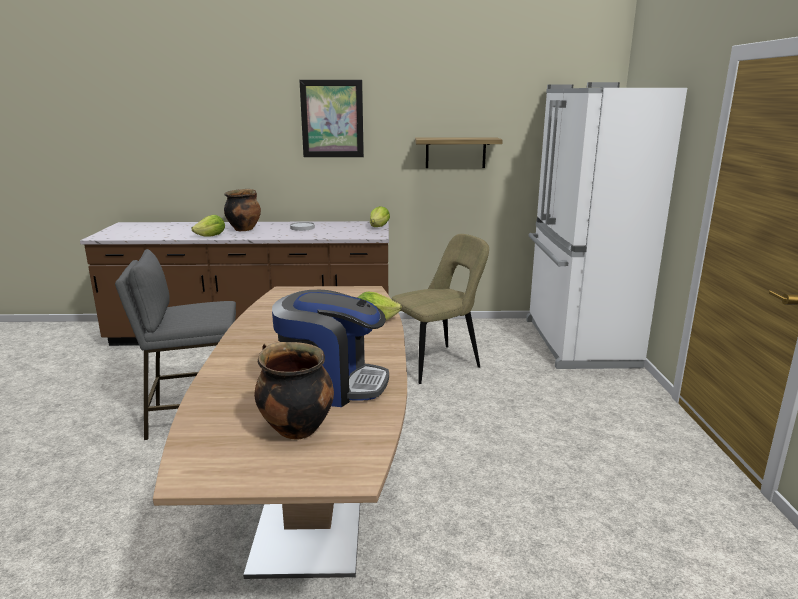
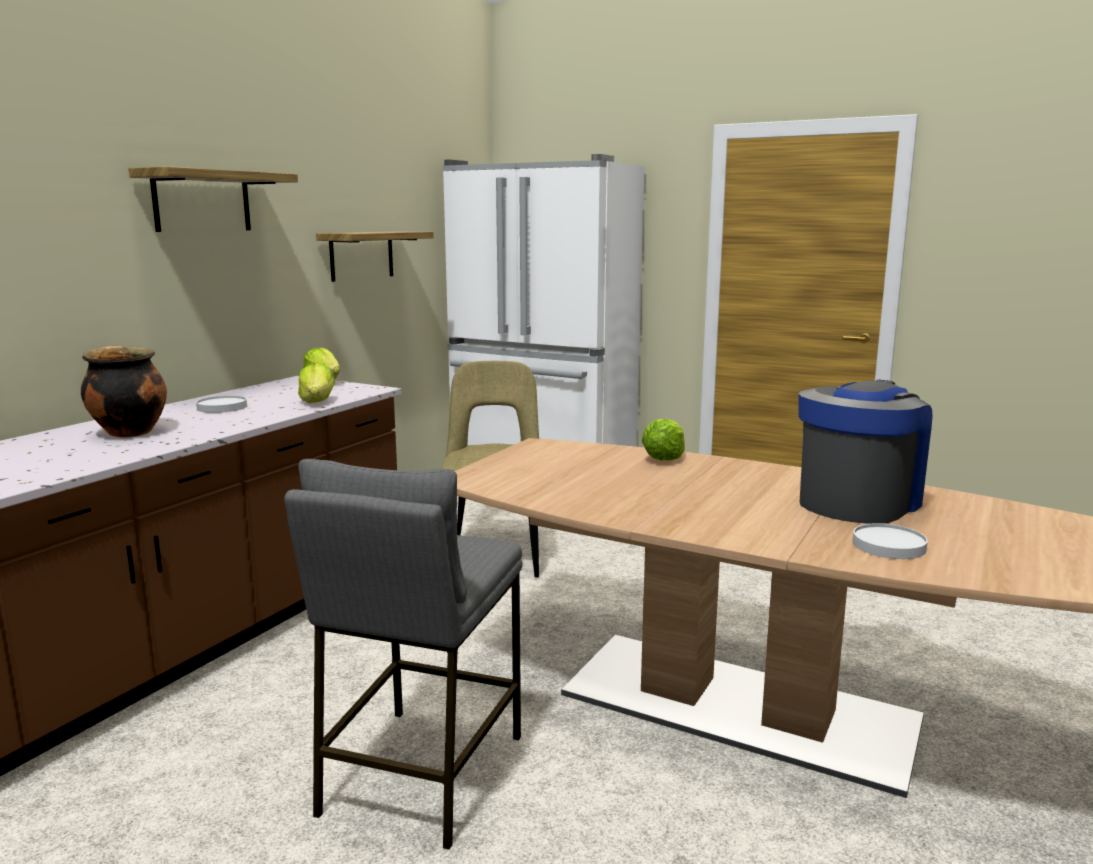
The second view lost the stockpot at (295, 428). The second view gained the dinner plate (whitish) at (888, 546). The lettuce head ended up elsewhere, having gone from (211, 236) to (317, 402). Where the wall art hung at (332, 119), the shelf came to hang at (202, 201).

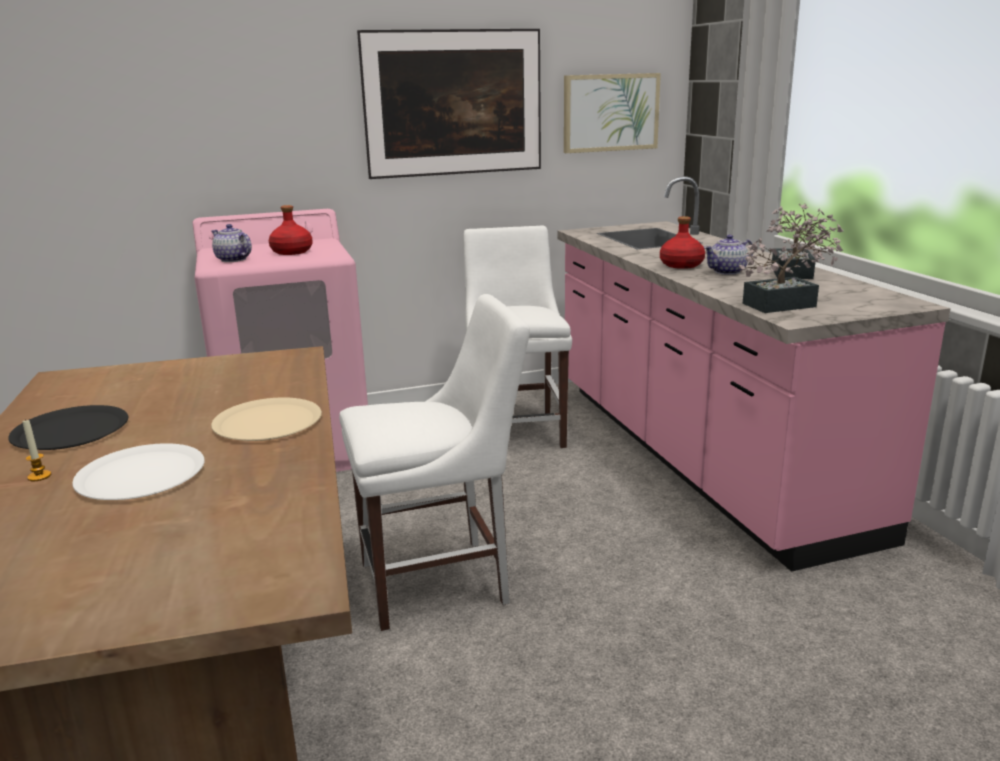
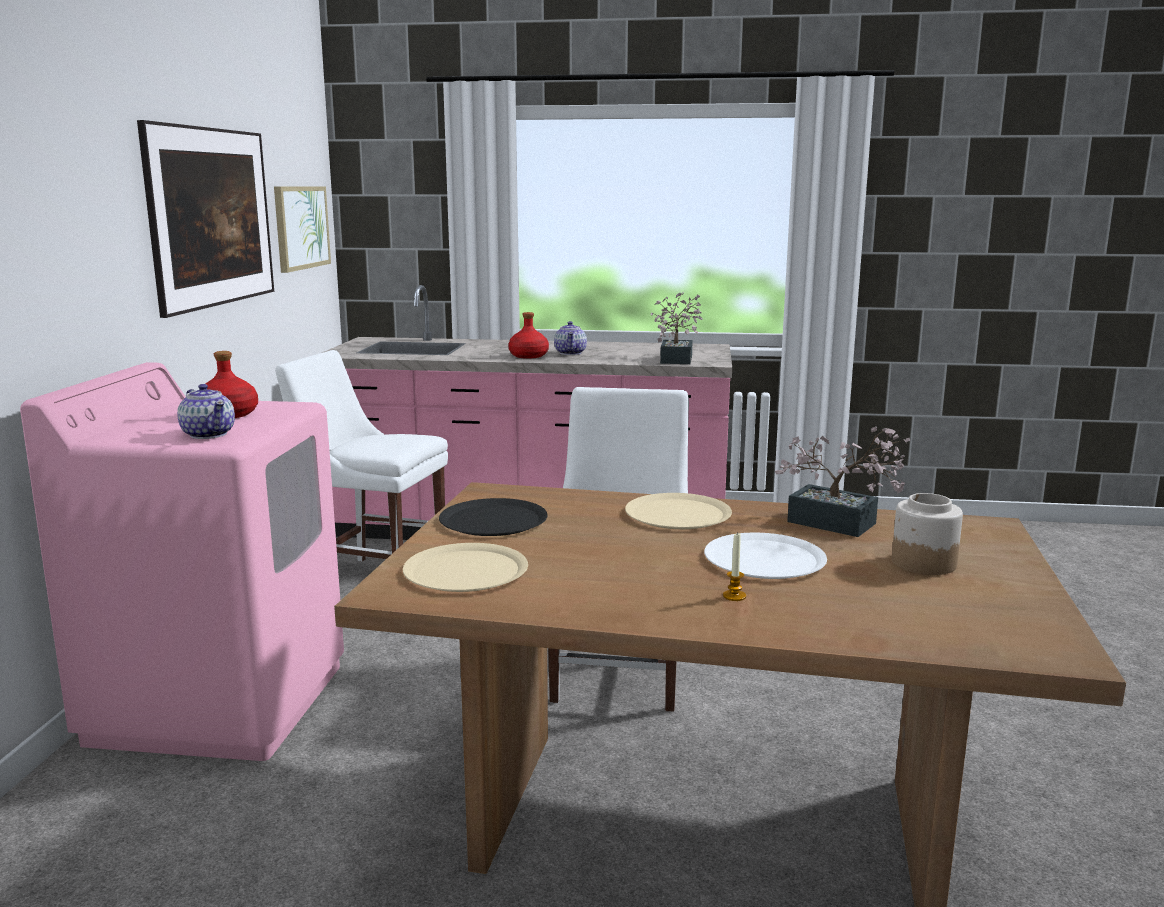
The second view gained the dinner plate (sand-coloured) at (466, 570). The second view gained the jar at (923, 563). The dinner plate (black-coloured) ended up elsewhere, having gone from (70, 430) to (493, 520). The houseplant ended up elsewhere, having gone from (791, 274) to (841, 525). The pot for tea at (233, 259) ended up facing another way, 105 degrees counterclockwise from before.

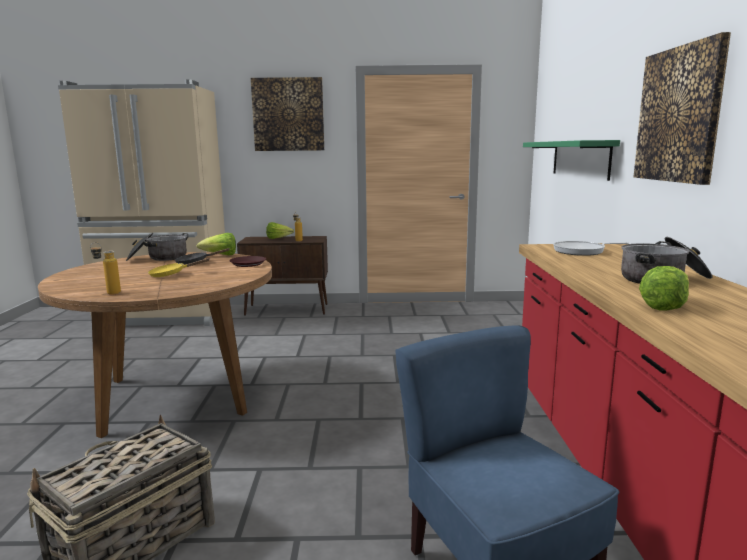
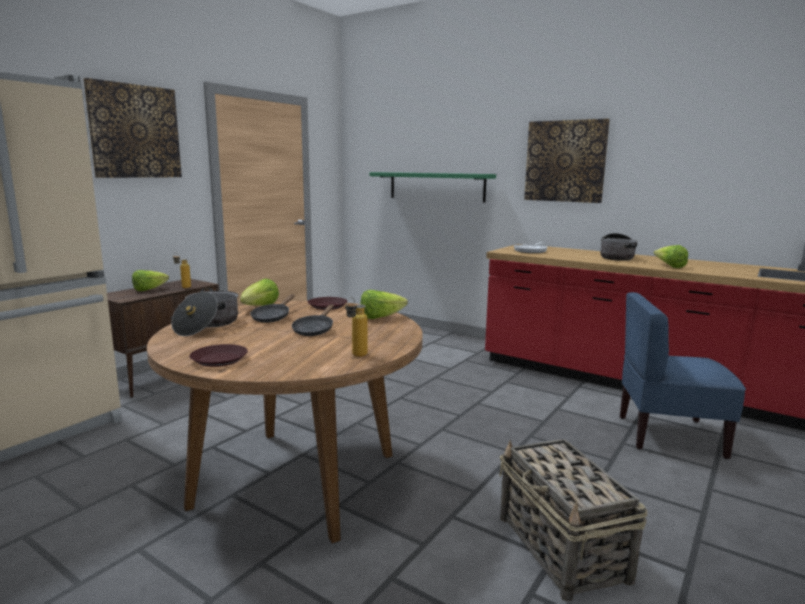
The second view gained the dinner plate (brownish) at (218, 360). The second view gained the lettuce head at (380, 317). What was the frying pan (yellow-coloured) at (171, 274) turned into the frying pan (black-coloured) at (314, 330).

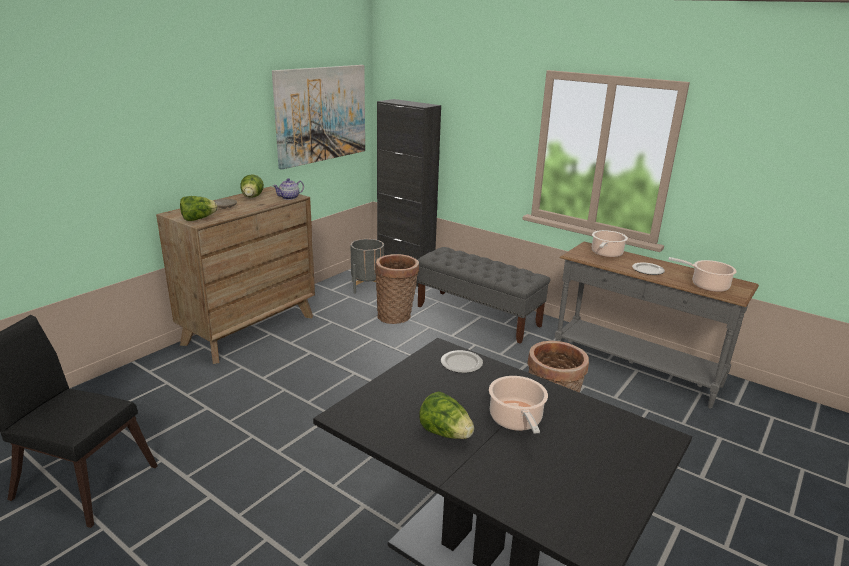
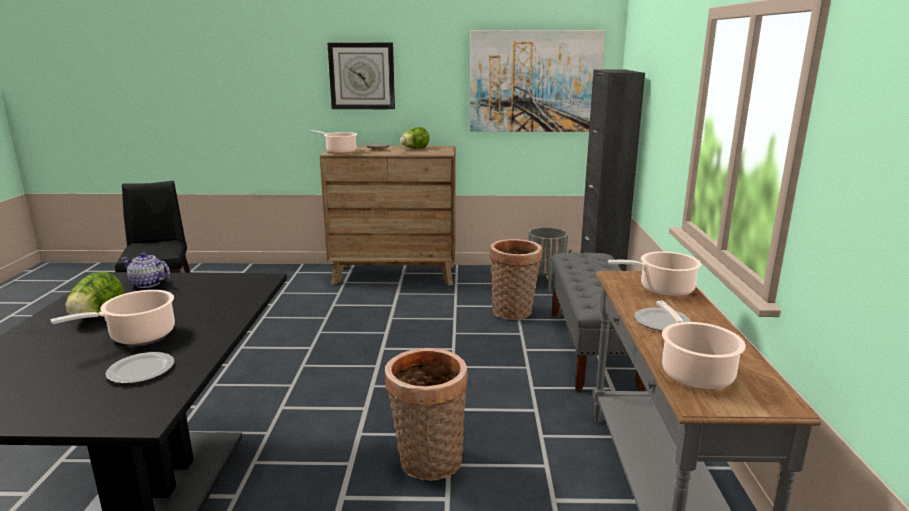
The second view gained the wall clock at (362, 76). The pot for tea ended up elsewhere, having gone from (289, 197) to (148, 284). The dinner plate ended up elsewhere, having gone from (461, 364) to (140, 371). Where the lettuce head stood at (198, 219), the stockpot came to stand at (339, 151).

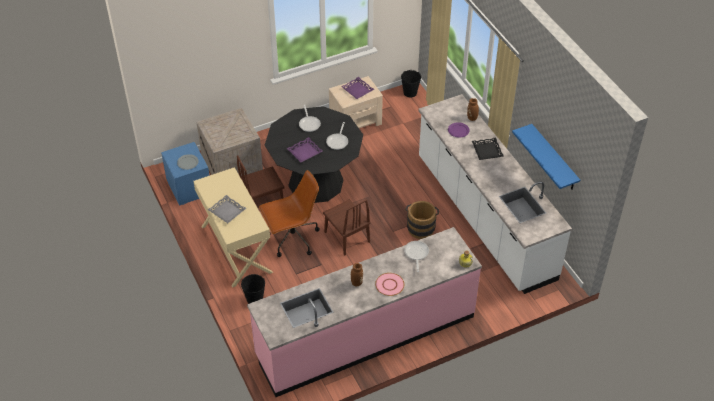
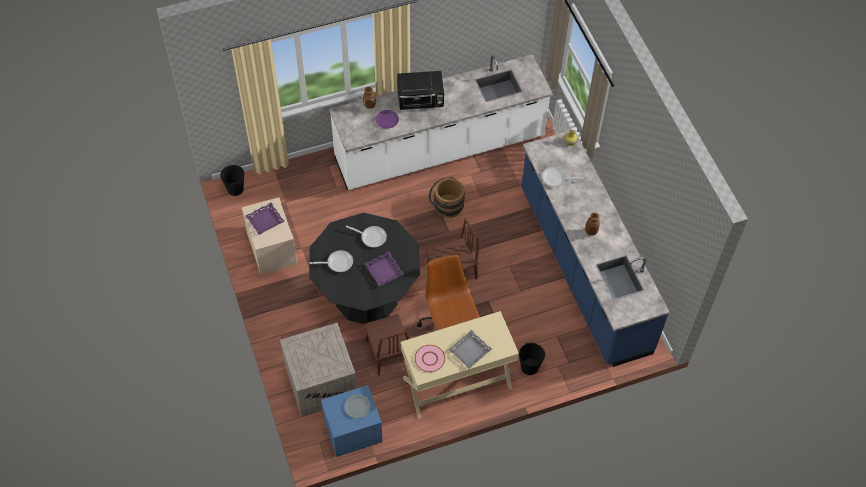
The second view lost the shelf (bluish) at (554, 158). The dinner plate (pinkish) ended up elsewhere, having gone from (389, 285) to (430, 359). Where the carrying tray (black-coloured) stood at (487, 151), the microwave oven (black-coloured) came to stand at (421, 100). What was the kitchen base unit (pinkish) at (365, 336) turned into the kitchen base unit (bluish) at (583, 270).

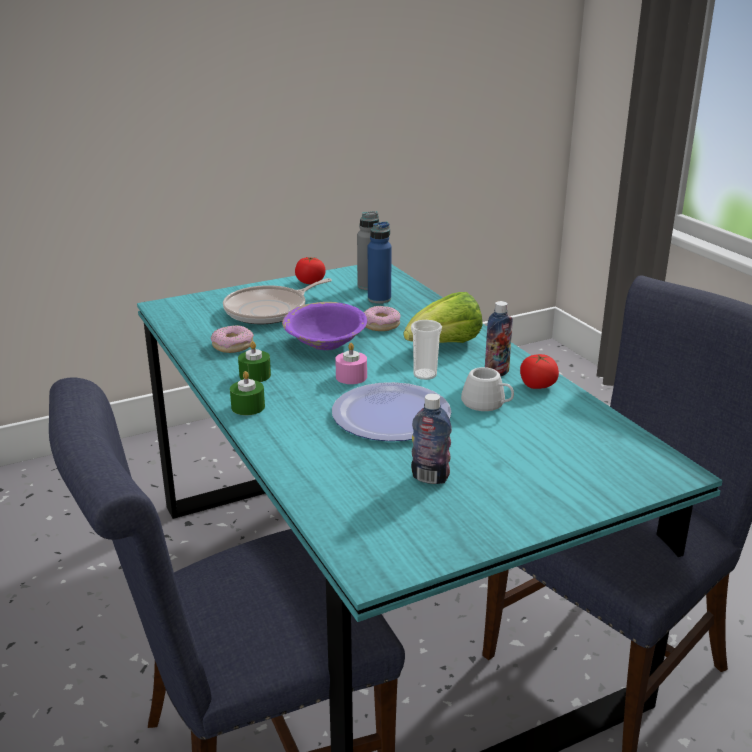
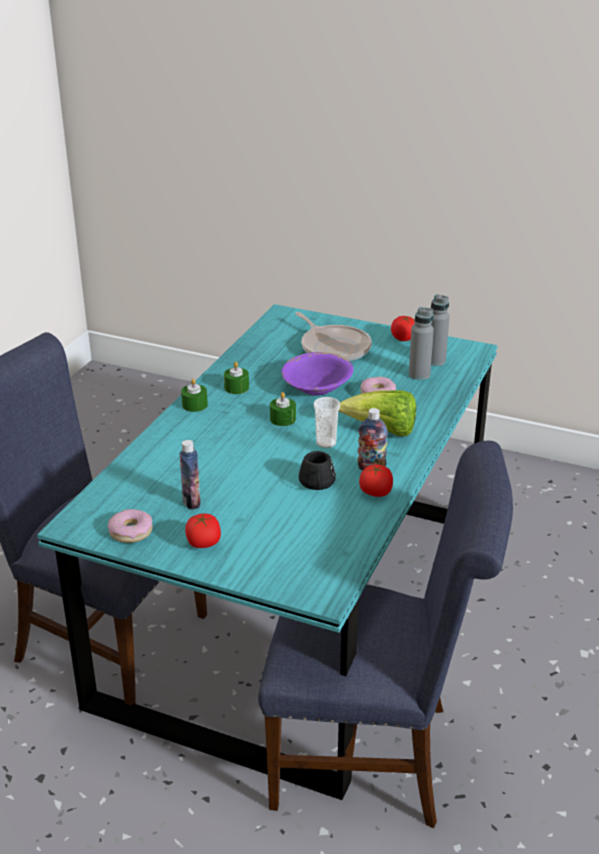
The second view lost the dinner plate at (391, 414). The second view gained the whole tomato at (203, 543). The ring doughnut ended up elsewhere, having gone from (232, 345) to (131, 532). What was the wax candle (pinkish) at (351, 377) turned into the wax candle (greenish) at (283, 419). What was the beverage bottle (bluish) at (379, 299) turned into the beverage bottle (greyish) at (419, 375). What was the coffee mug (whitish) at (488, 404) turned into the coffee mug (black-coloured) at (317, 484). The frying pan at (270, 310) ended up facing another way, 135 degrees counterclockwise from before.

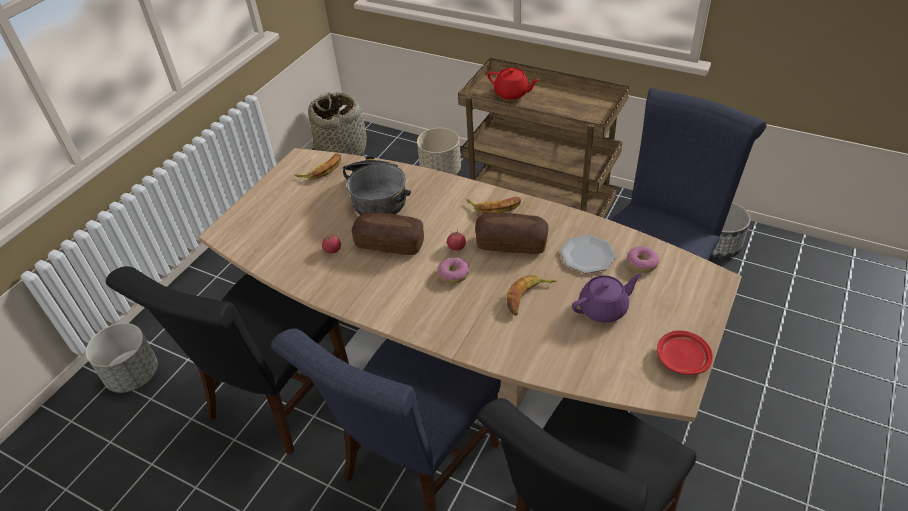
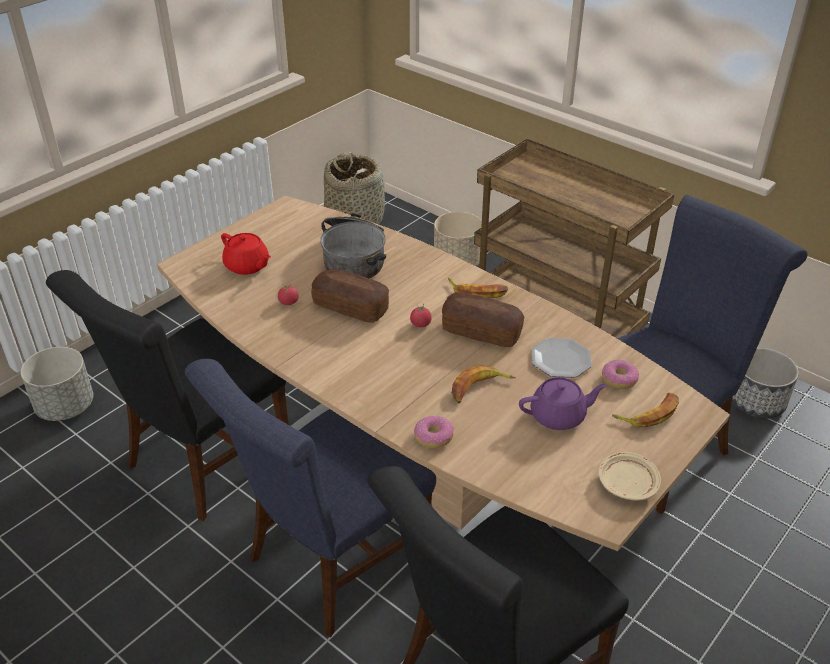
The banana fruit ended up elsewhere, having gone from (322, 170) to (648, 413). The ring doughnut ended up elsewhere, having gone from (453, 274) to (434, 437). The pot for tea (red-coloured) ended up elsewhere, having gone from (512, 93) to (247, 266). What was the dinner plate (red-coloured) at (682, 358) turned into the dinner plate (sand-coloured) at (627, 483).

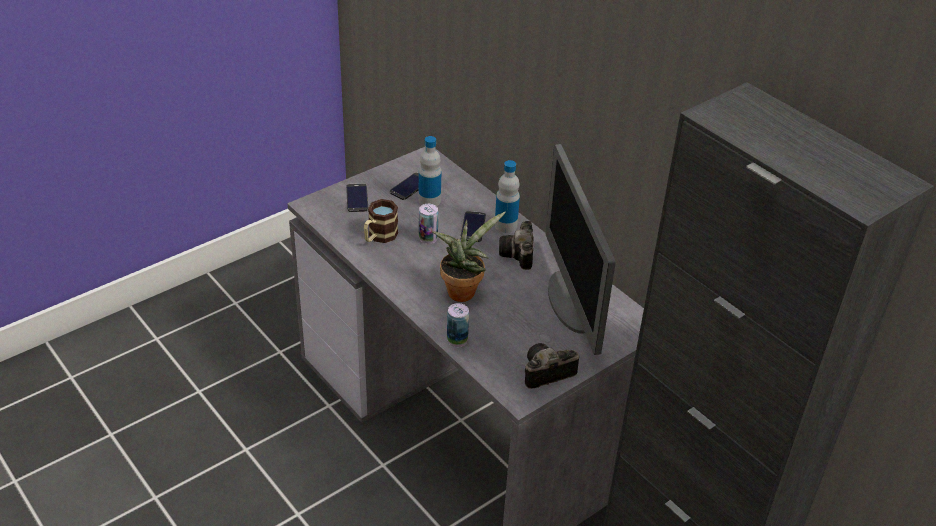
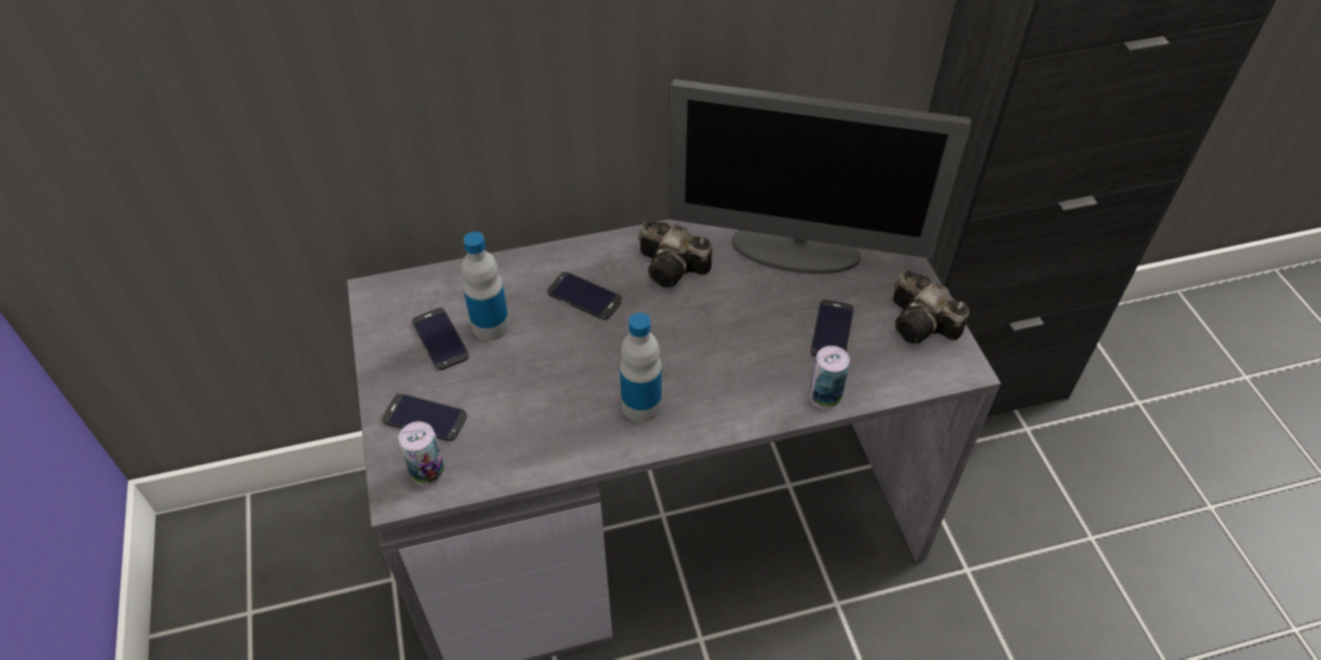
The second view lost the coffee mug at (379, 237). The second view lost the houseplant at (463, 290). The second view gained the phone at (832, 330). The can ended up elsewhere, having gone from (428, 238) to (428, 473). The beverage bottle ended up elsewhere, having gone from (506, 225) to (641, 405). The still camera at (544, 374) ended up facing another way, 45 degrees counterclockwise from before.

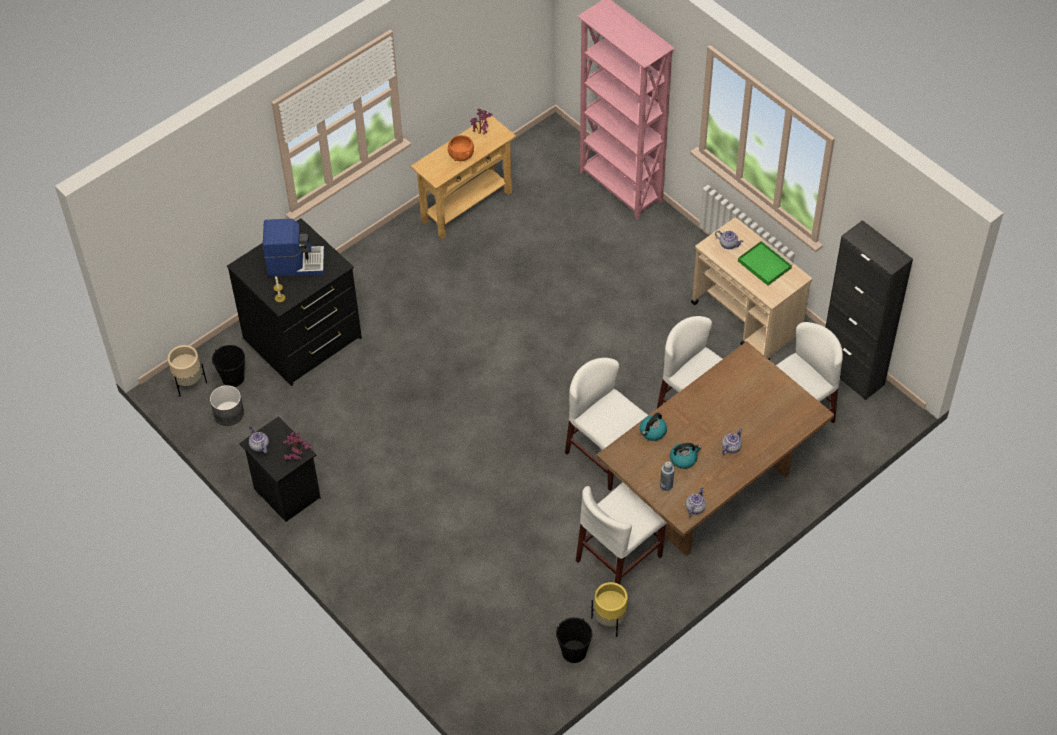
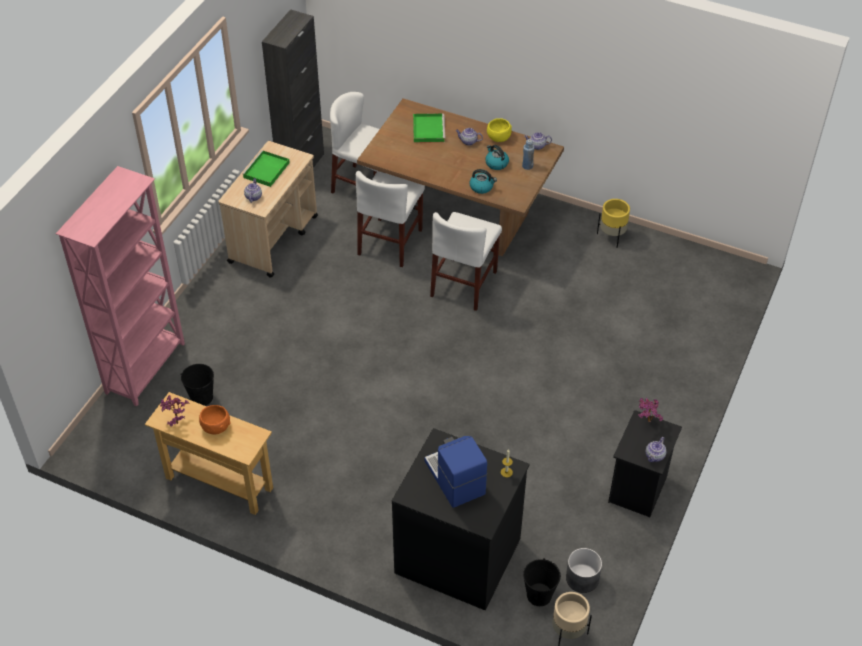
The second view lost the plain chair (whitish) at (619, 558). The second view gained the carrying tray (greenish) at (428, 129). The second view gained the bowl (yellow-coloured) at (498, 137). The water bucket (black-coloured) ended up elsewhere, having gone from (574, 652) to (201, 397).

